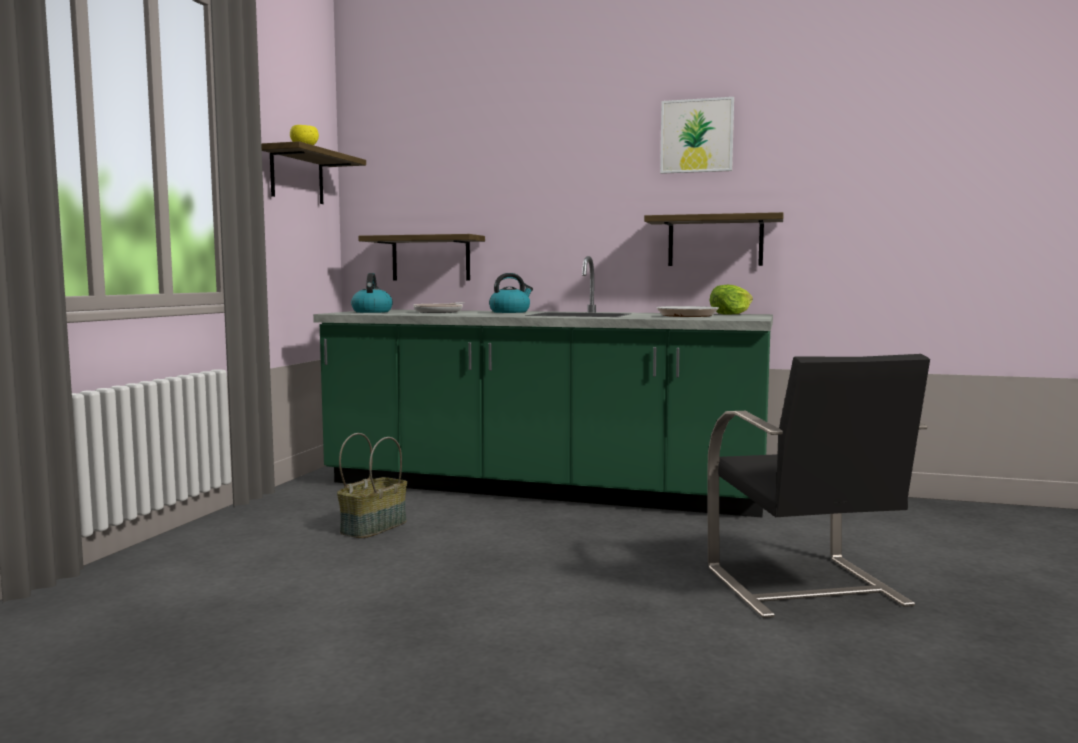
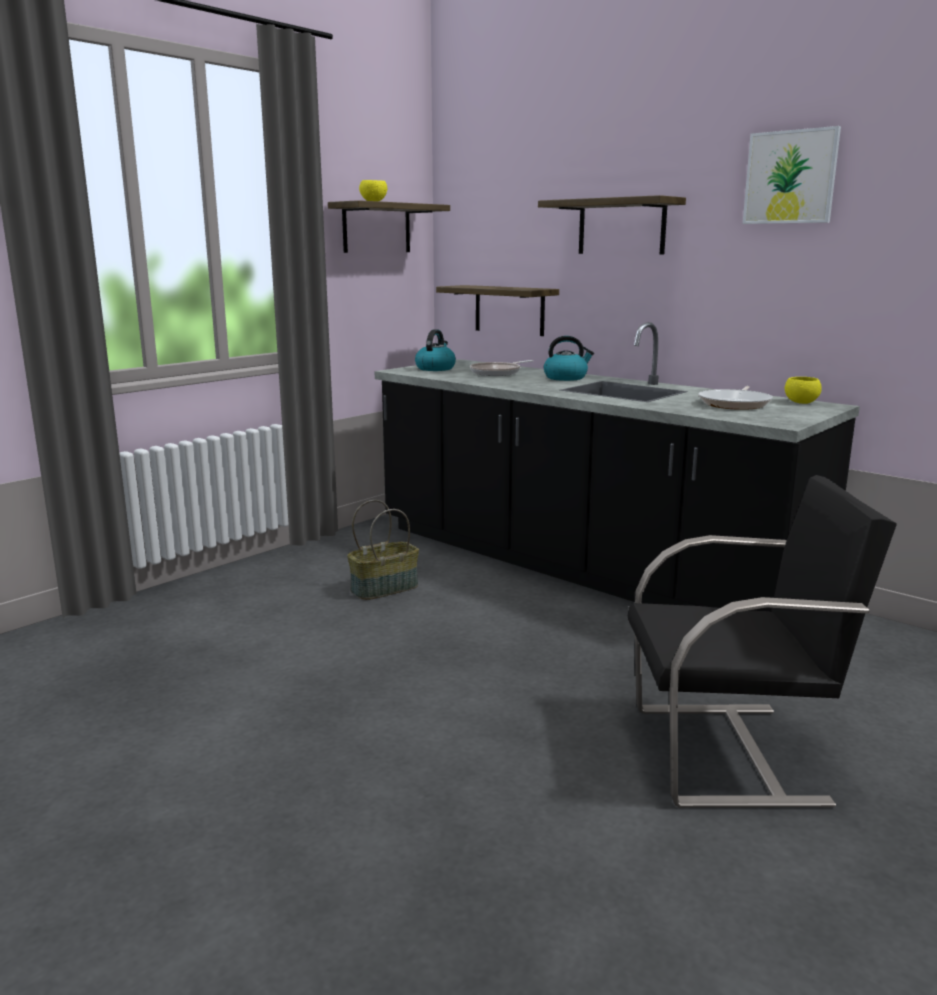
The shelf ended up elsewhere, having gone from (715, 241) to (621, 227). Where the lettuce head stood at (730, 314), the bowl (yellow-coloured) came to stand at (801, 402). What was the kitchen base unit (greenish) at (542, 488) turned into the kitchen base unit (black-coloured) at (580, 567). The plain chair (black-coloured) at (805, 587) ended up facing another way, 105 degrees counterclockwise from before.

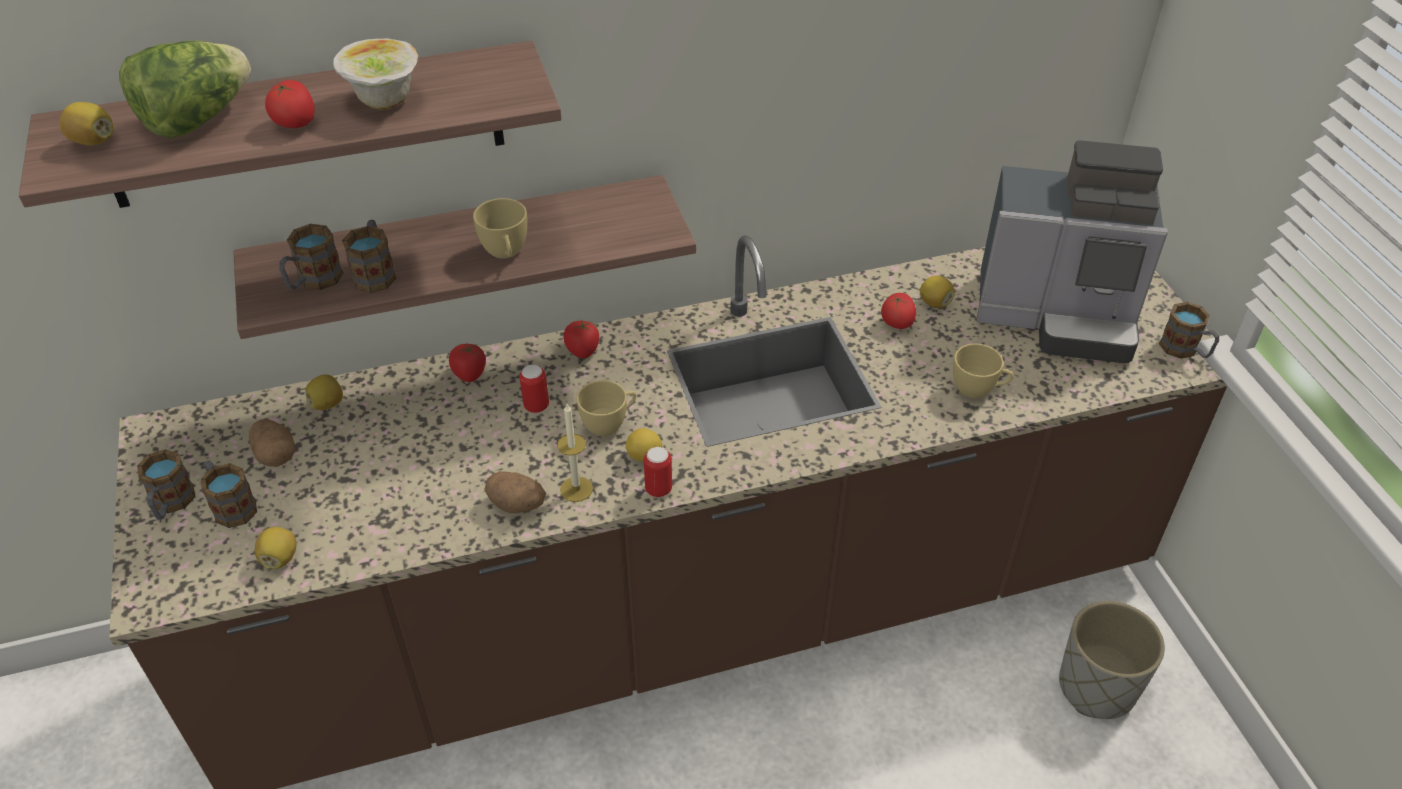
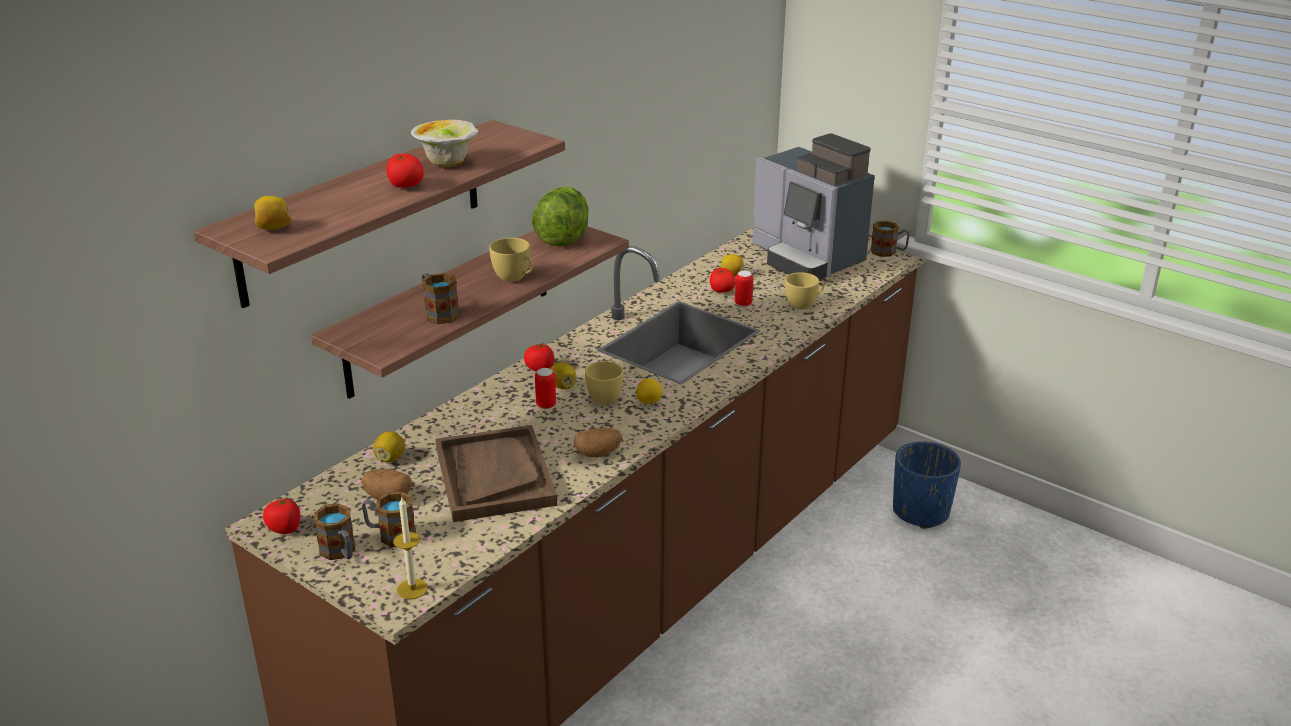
The second view lost the coffee mug at (313, 281). The second view gained the carrying tray (brownish) at (494, 476). The lettuce head ended up elsewhere, having gone from (197, 120) to (563, 237). The whole lemon ended up elsewhere, having gone from (280, 558) to (562, 386). The whole tomato ended up elsewhere, having gone from (469, 373) to (285, 528). The wax candle ended up elsewhere, having gone from (576, 489) to (412, 589). The can ended up elsewhere, having gone from (658, 489) to (743, 304). What was the plant pot (greyish) at (1097, 688) turned into the plant pot (bluish) at (921, 512). The coffee machine at (1058, 315) ended up facing another way, 75 degrees clockwise from before.

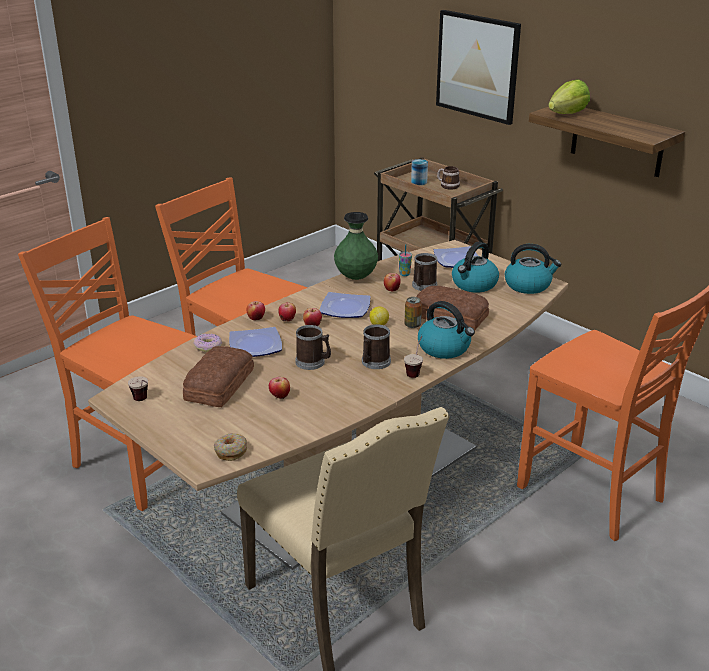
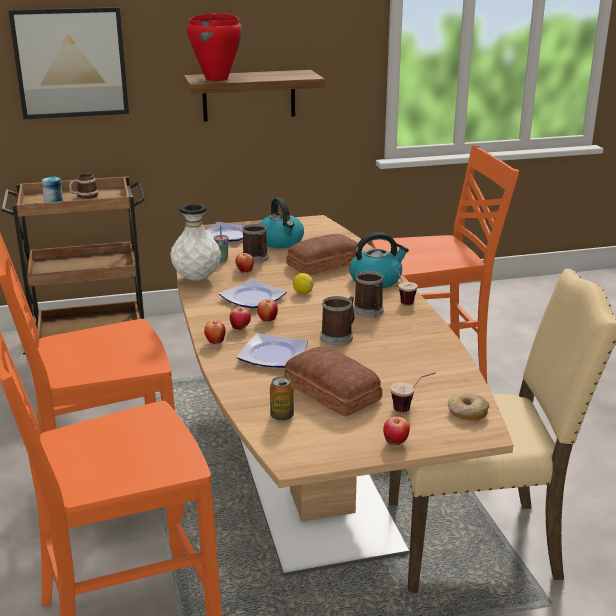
The second view lost the ring doughnut at (208, 346). The second view lost the kettle at (528, 285). The small cup ended up elsewhere, having gone from (143, 401) to (411, 408). The apple fruit ended up elsewhere, having gone from (279, 397) to (396, 443). The can ended up elsewhere, having gone from (412, 325) to (282, 416). Where the lettuce head stood at (567, 114), the stockpot (red-coloured) came to stand at (217, 79). What was the decorative vase (greenish) at (355, 277) turned into the decorative vase (whitish) at (197, 279).

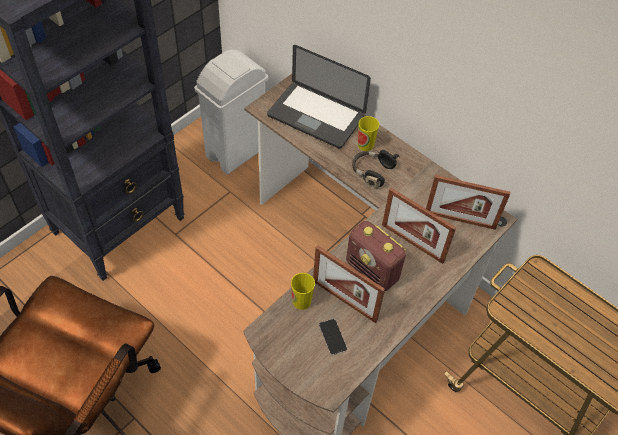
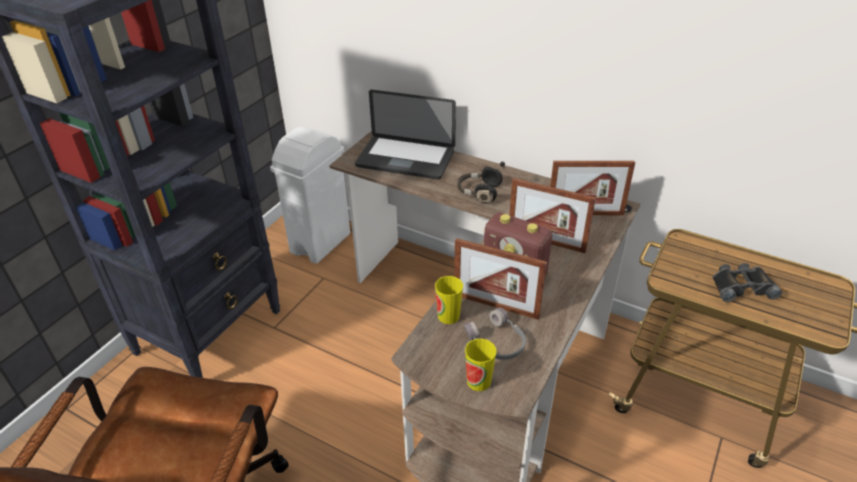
The second view gained the binoculars (black-coloured) at (741, 286). The small cup ended up elsewhere, having gone from (365, 145) to (479, 381). Where the phone stood at (332, 337), the pair of headphones (greyish) came to stand at (496, 342).

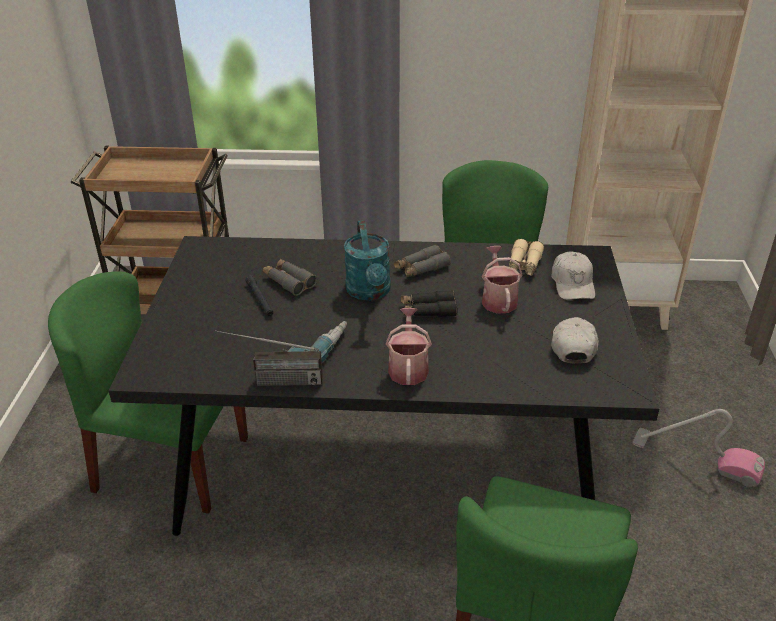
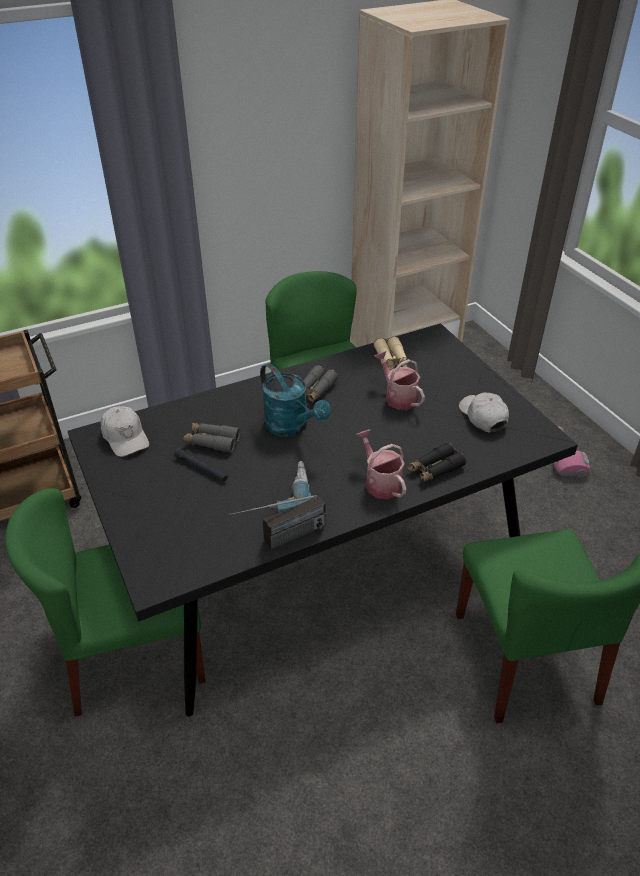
The binoculars (black-coloured) ended up elsewhere, having gone from (428, 310) to (435, 469). The cap (whitish) ended up elsewhere, having gone from (573, 284) to (125, 437).

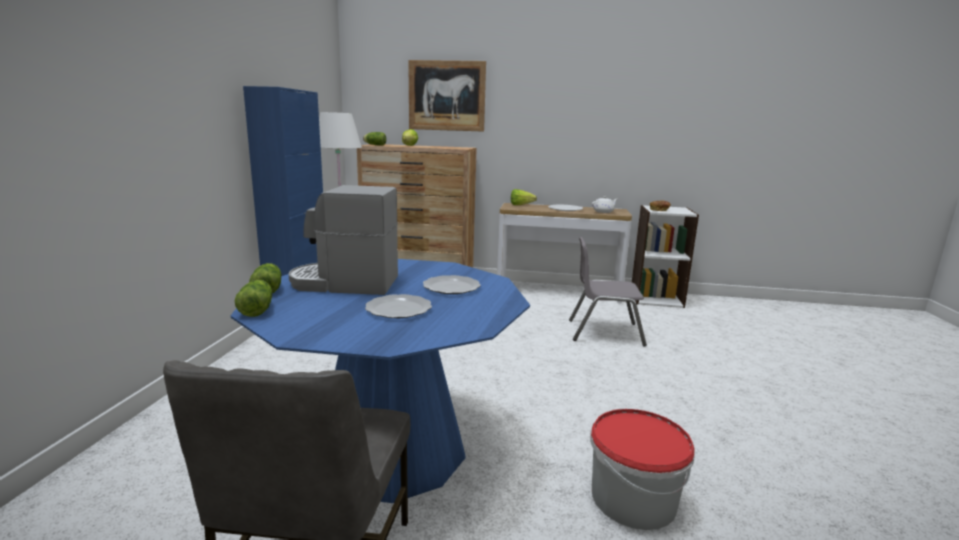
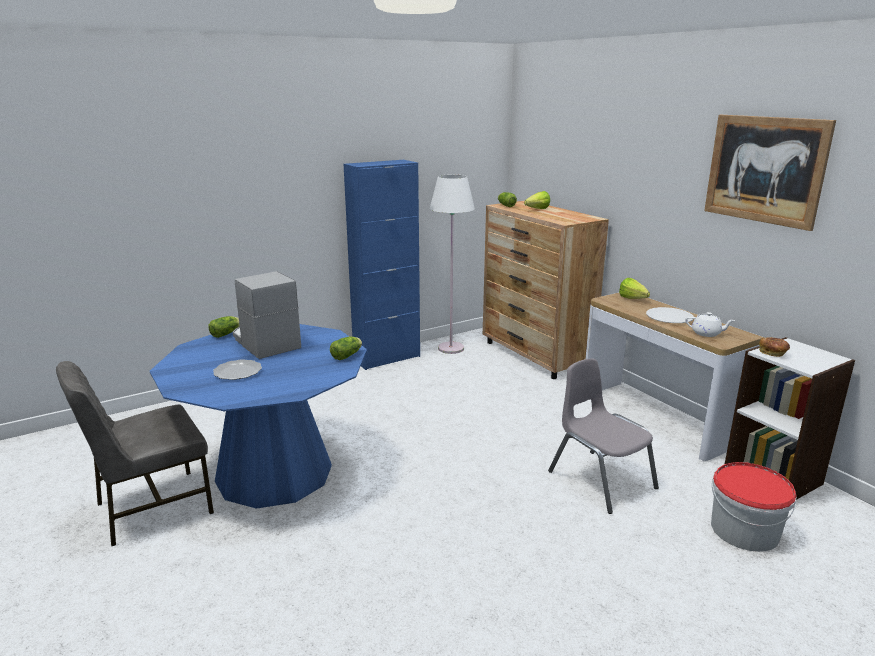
The second view lost the dinner plate at (451, 287). The lettuce head ended up elsewhere, having gone from (257, 309) to (347, 355). The wall art ended up elsewhere, having gone from (446, 96) to (764, 170). The water bucket ended up elsewhere, having gone from (633, 498) to (744, 529).

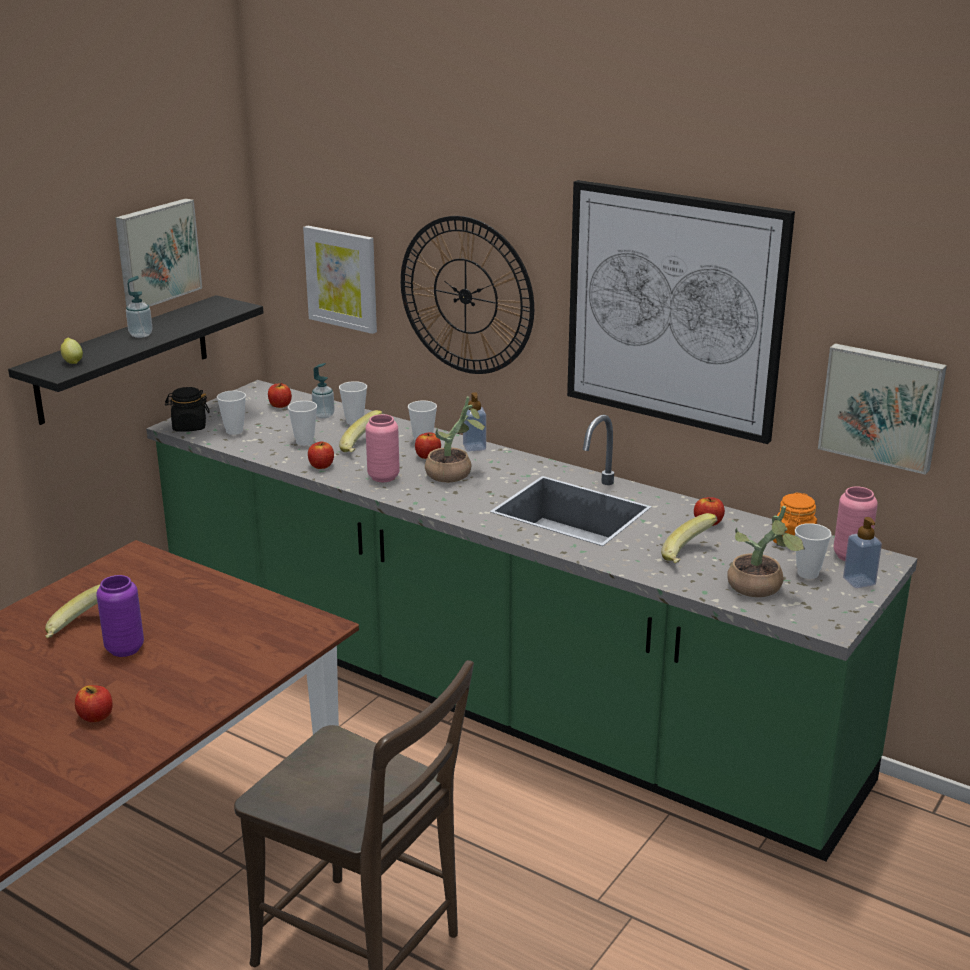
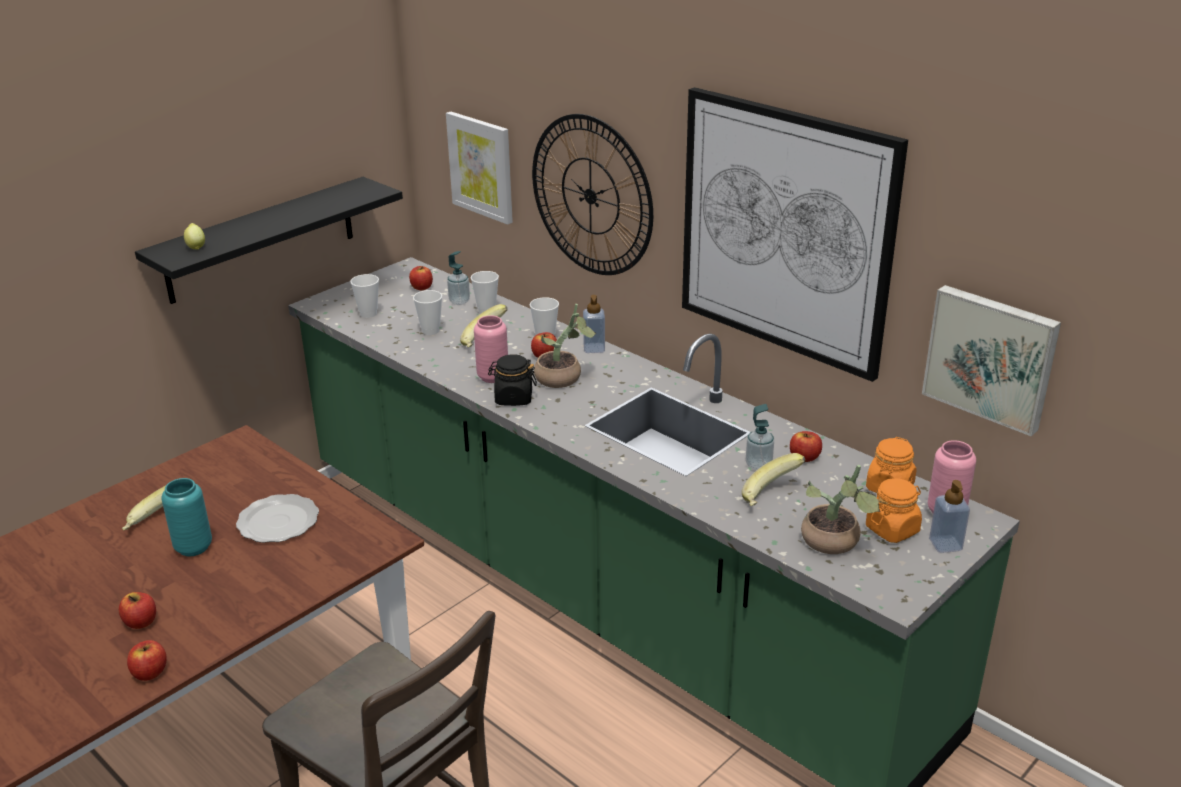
The second view lost the wall art at (156, 253). The second view gained the dinner plate at (277, 521). The soap dispenser ended up elsewhere, having gone from (141, 335) to (758, 465). The jar (black-coloured) ended up elsewhere, having gone from (189, 427) to (513, 398). The apple fruit ended up elsewhere, having gone from (321, 466) to (150, 672). Where the small cup stood at (807, 573), the jar (orangey) came to stand at (892, 529). What was the decorative vase (purple) at (125, 649) turned into the decorative vase (turquoise-coloured) at (193, 547).

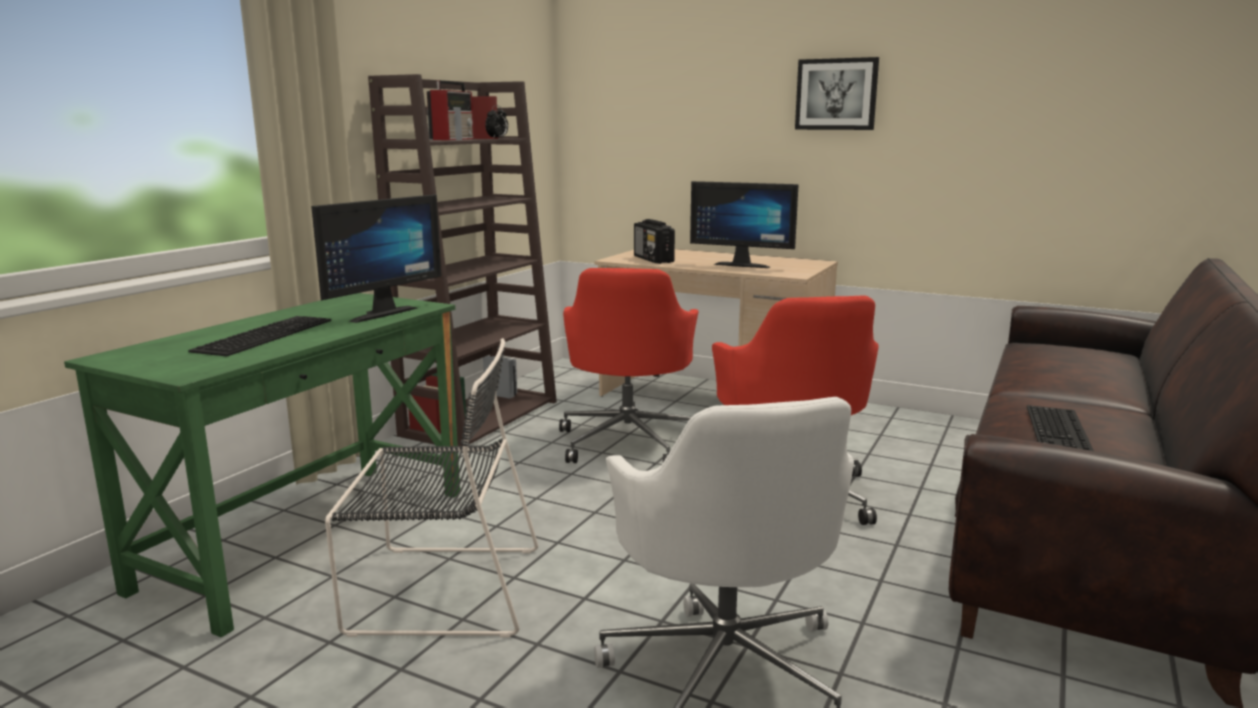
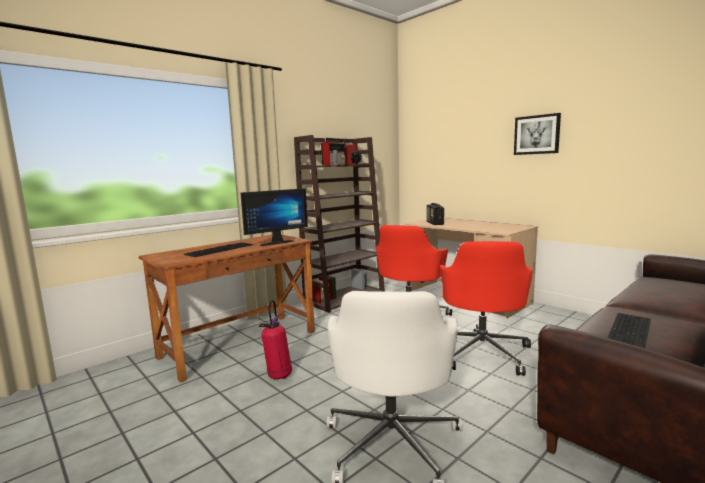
The second view lost the computer screen at (743, 264). Where the plain chair (black-coloured) stood at (439, 589), the fire-fighting cylinder came to stand at (279, 376). What was the desk (greenish) at (308, 538) turned into the desk (brownish) at (239, 344).

